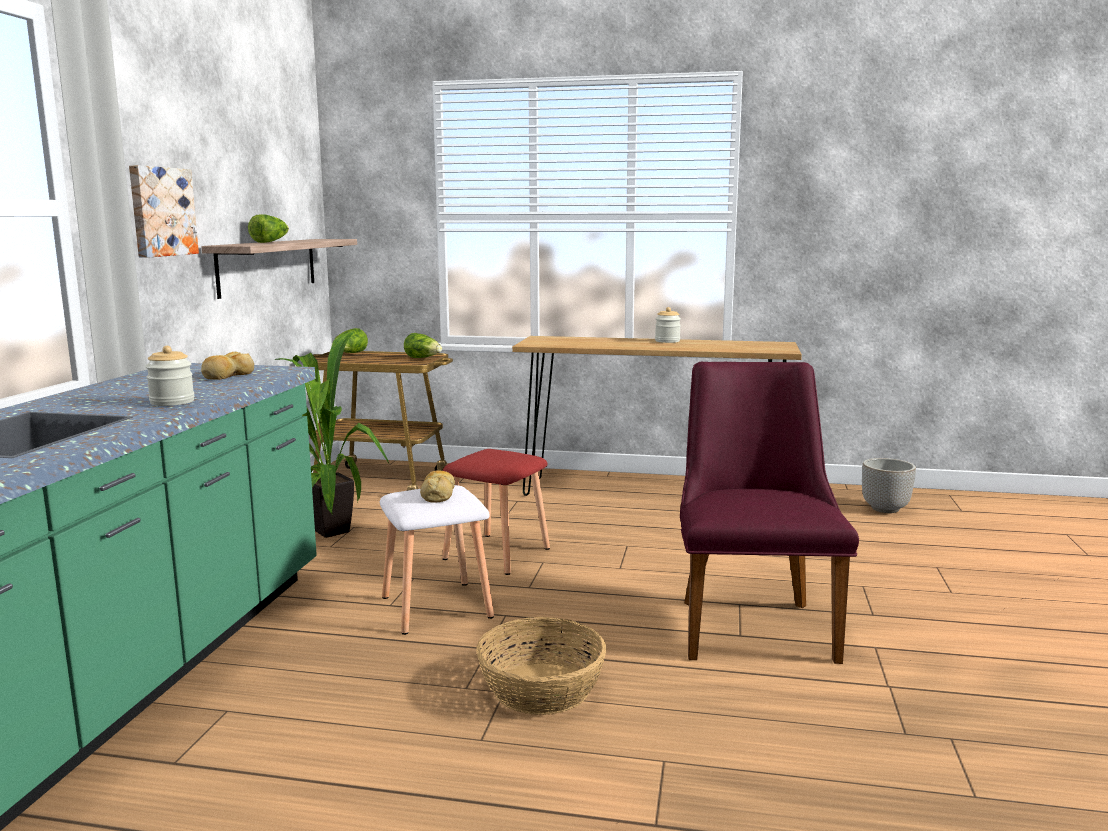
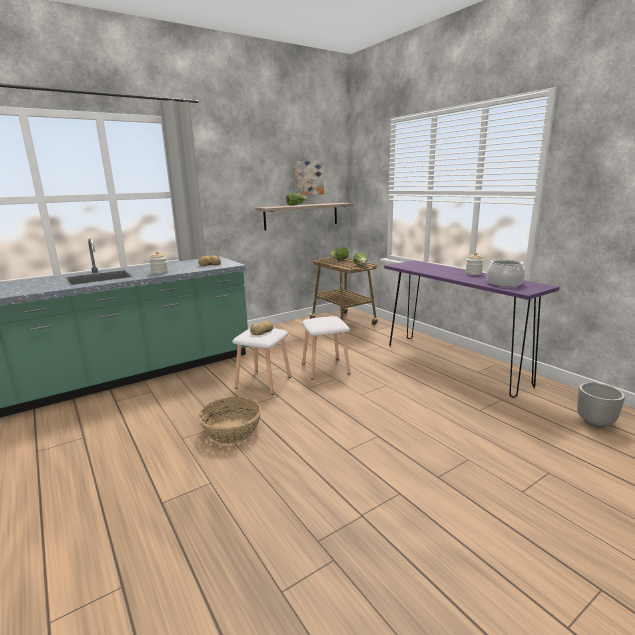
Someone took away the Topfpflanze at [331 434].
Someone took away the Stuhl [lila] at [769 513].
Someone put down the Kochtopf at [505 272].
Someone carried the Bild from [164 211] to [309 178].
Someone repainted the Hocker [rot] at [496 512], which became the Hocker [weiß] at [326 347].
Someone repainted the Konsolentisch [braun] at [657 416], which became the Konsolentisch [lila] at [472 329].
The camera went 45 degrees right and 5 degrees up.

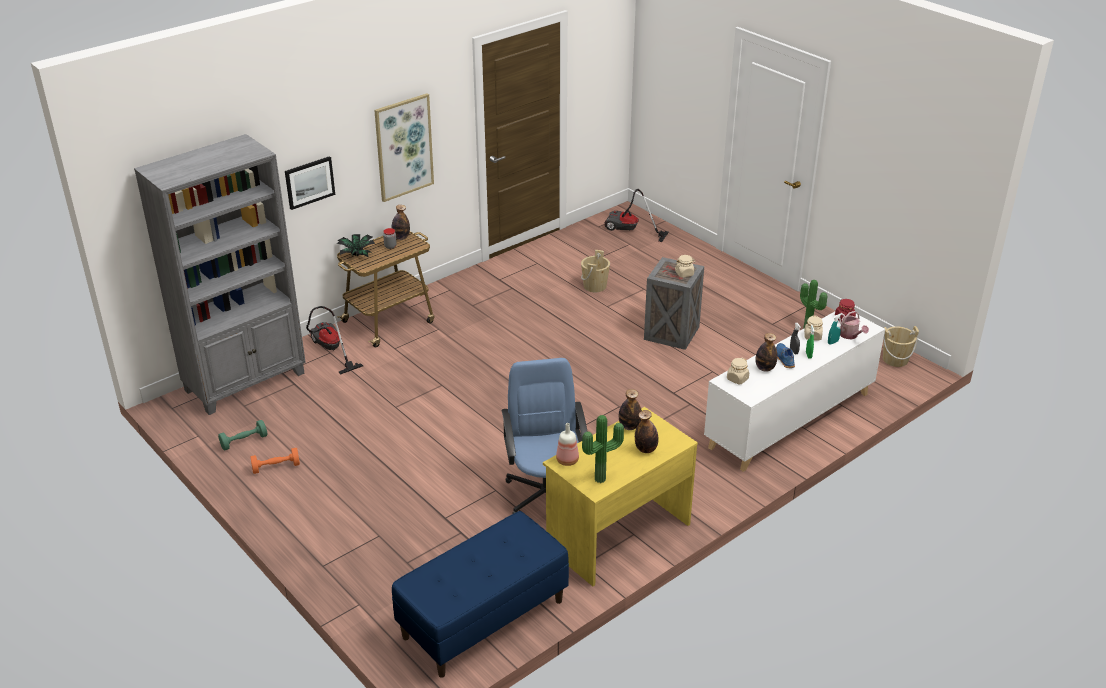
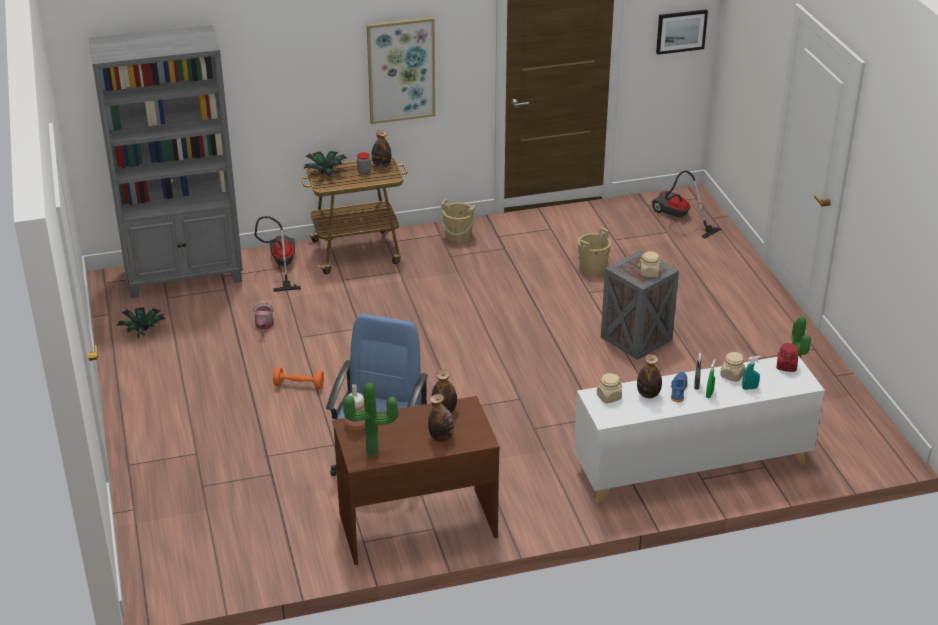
Someone took away the Bank [blau] at [480 594].
Someone carried the Hantel [orange] from [275 461] to [298 378].
Someone carried the Bild from [310 183] to [682 32].
Someone carried the Gießkanne from [854 325] to [263 315].
Someone carried the Eimer [beige] from [901 346] to [458 221].
Someone swapped the Hantel [grün] at [242 435] for the Topfpflanze at [140 323].
Someone repainted the Schreibtisch [gelb] at [620 496], which became the Schreibtisch [braun] at [416 480].
The camera went 25 degrees right and 0 degrees up.

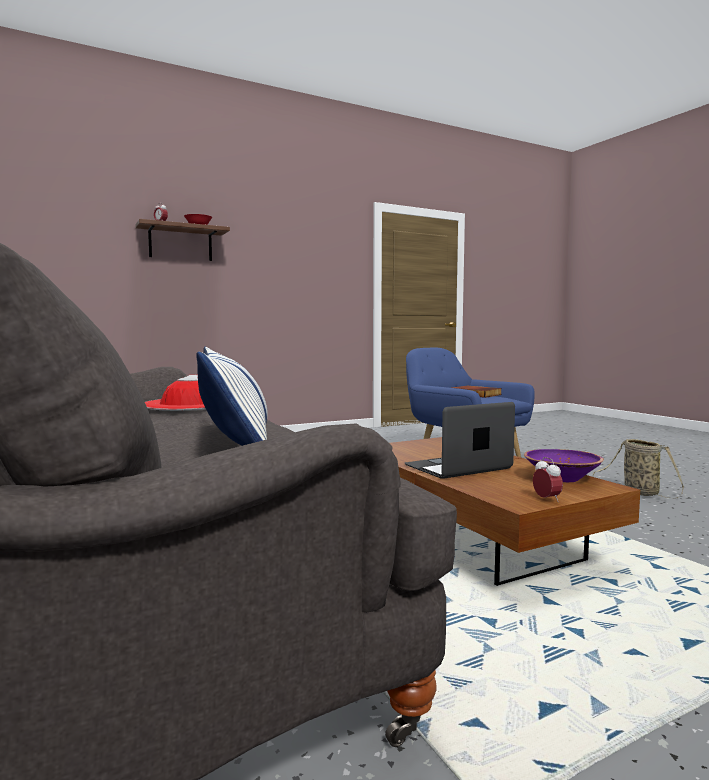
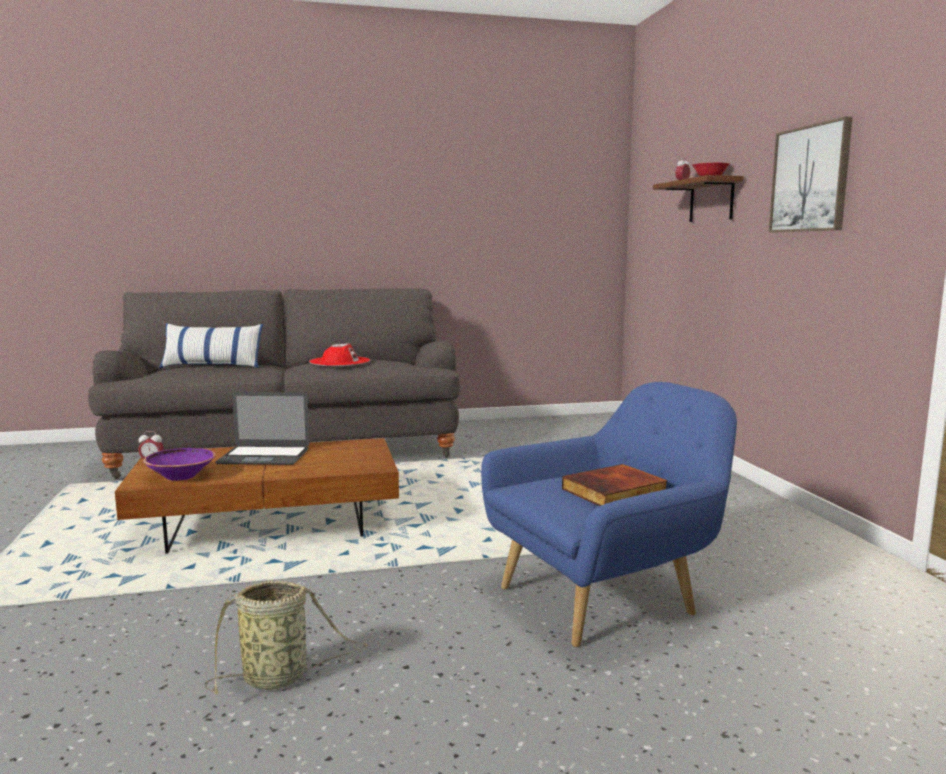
Someone put up the Bild at [811 174].
Someone rotated the Laptop at [460 440] by 105 degrees clockwise.
The camera went 105 degrees right and 5 degrees up.

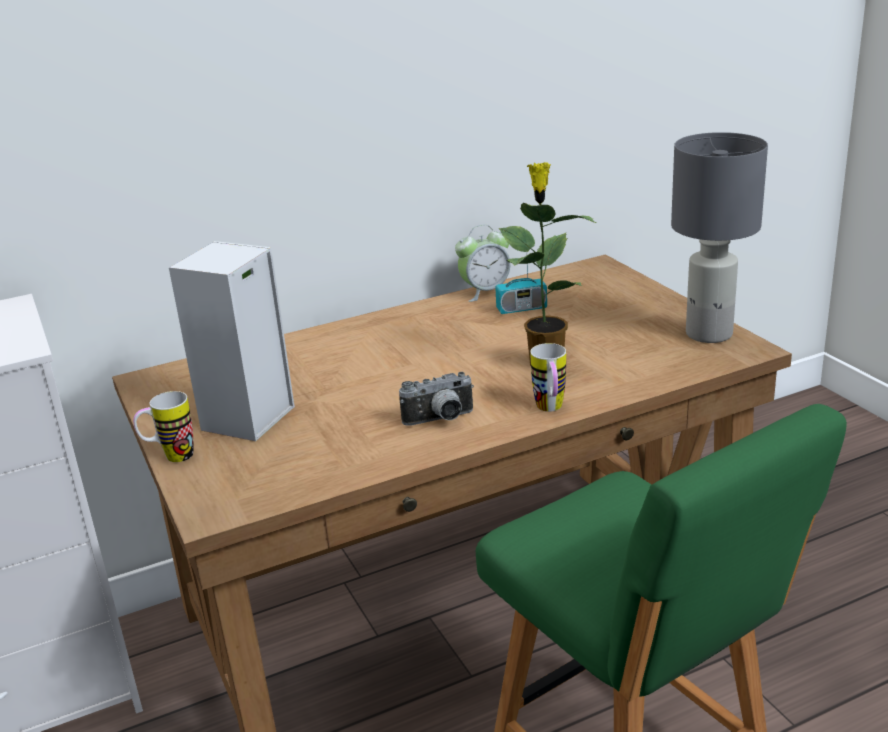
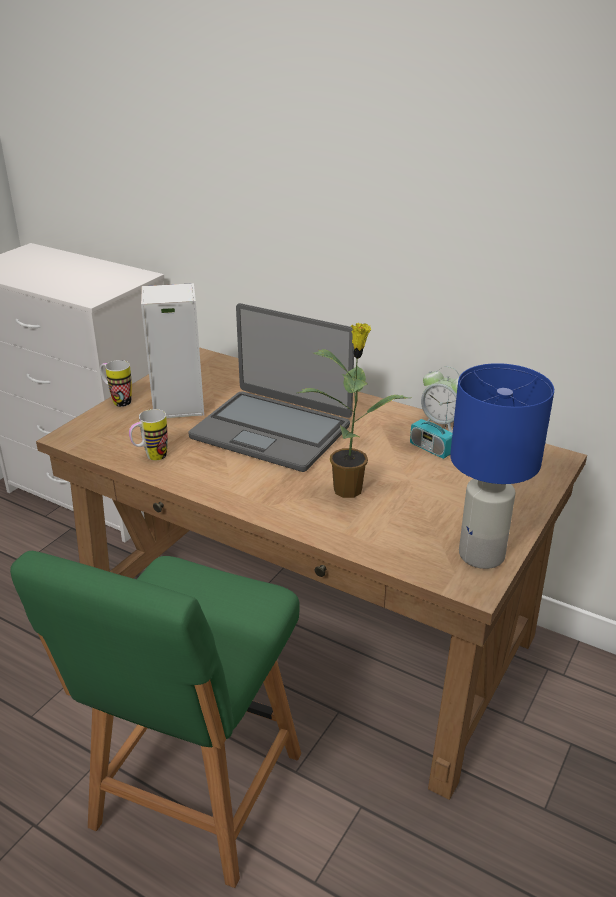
Someone took away the Kamera at [436 399].
Someone put down the Laptop at [271 387].
Someone carried the Henkelbecher from [548 377] to [148 435].
Someone repainted the Tischlampe [grau] at [719 237], which became the Tischlampe [blau] at [502 466].
The camera went 55 degrees right and 5 degrees up.

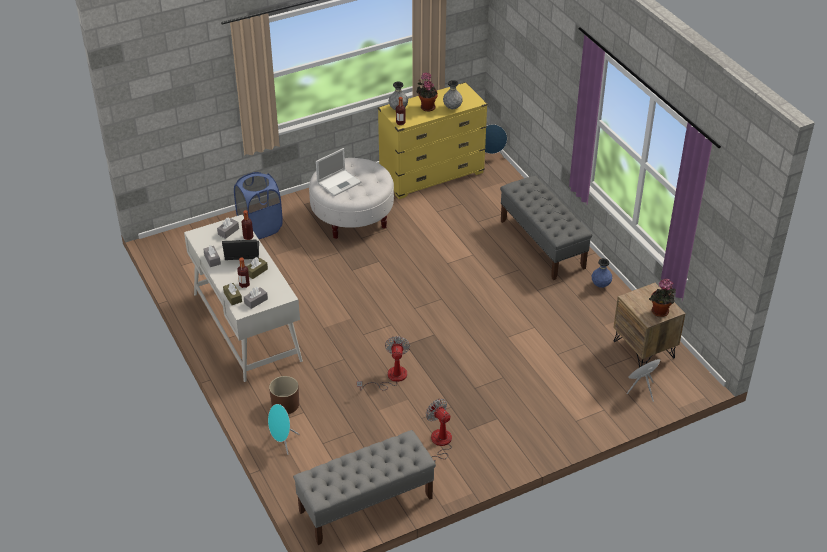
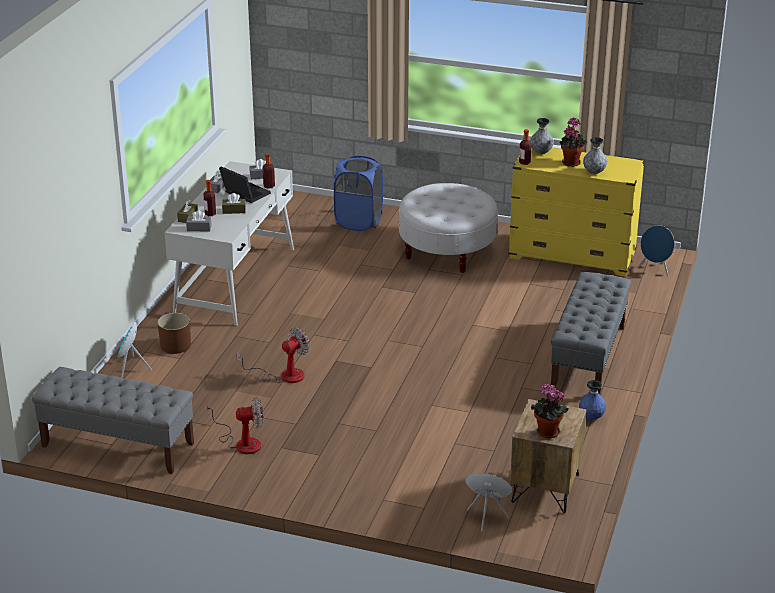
Someone took away the Laptop at [338 172].
Someone rotated the Ventilator at [439 430] by 75 degrees clockwise.
The camera went 45 degrees right and 10 degrees down.

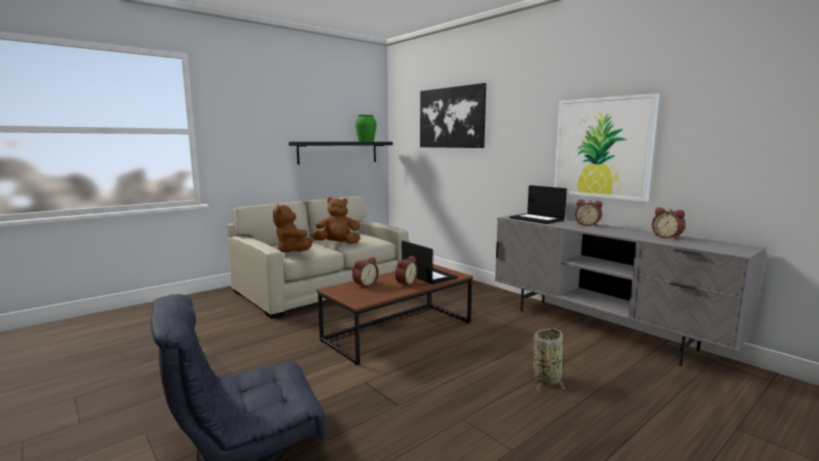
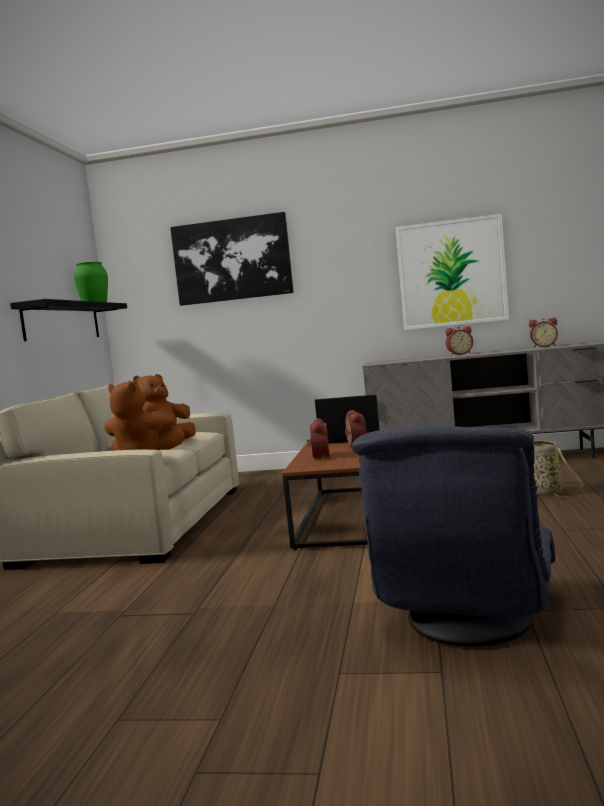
Someone took away the Laptop at [538 204].
The camera went 40 degrees left and 5 degrees down.

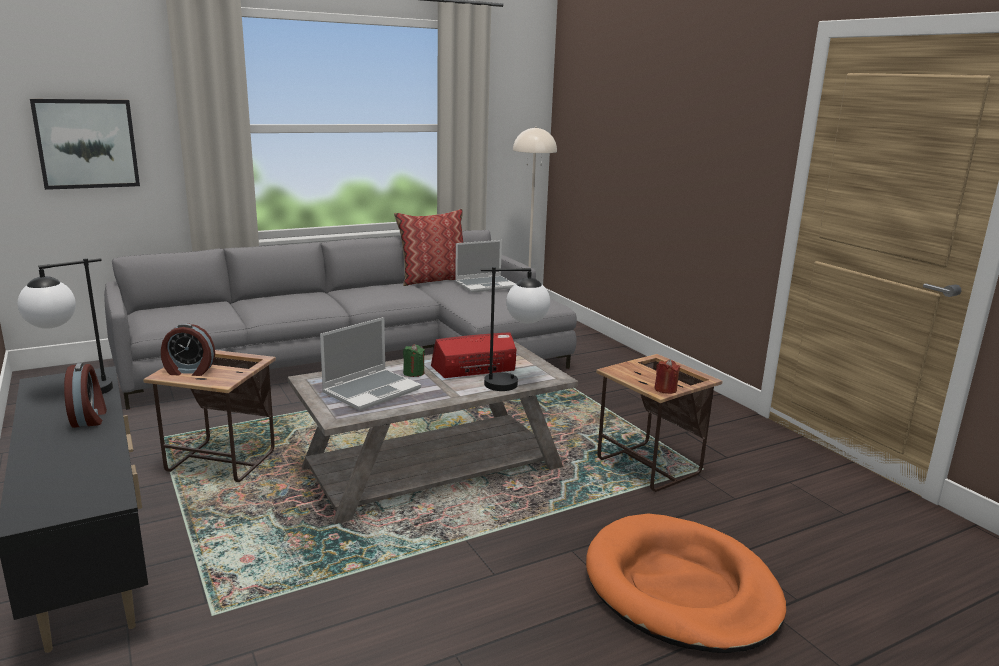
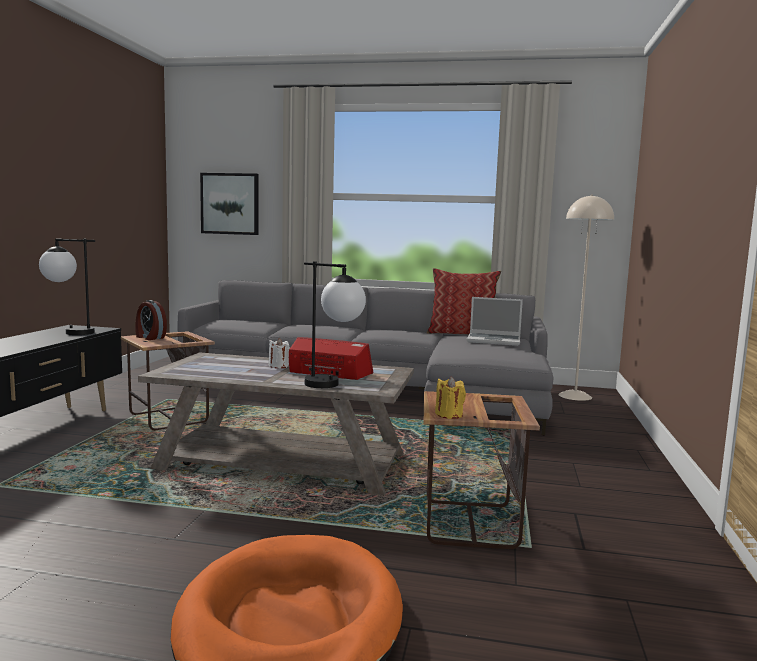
Someone took away the Wecker at [85 395].
Someone took away the Laptop at [370 364].
Someone repainted the Kerze [grün] at [414 360], which became the Kerze [weiß] at [279 353].
Someone repainted the Kerze [rot] at [667 376], which became the Kerze [gelb] at [450 398].
The camera went 40 degrees right and 10 degrees down.

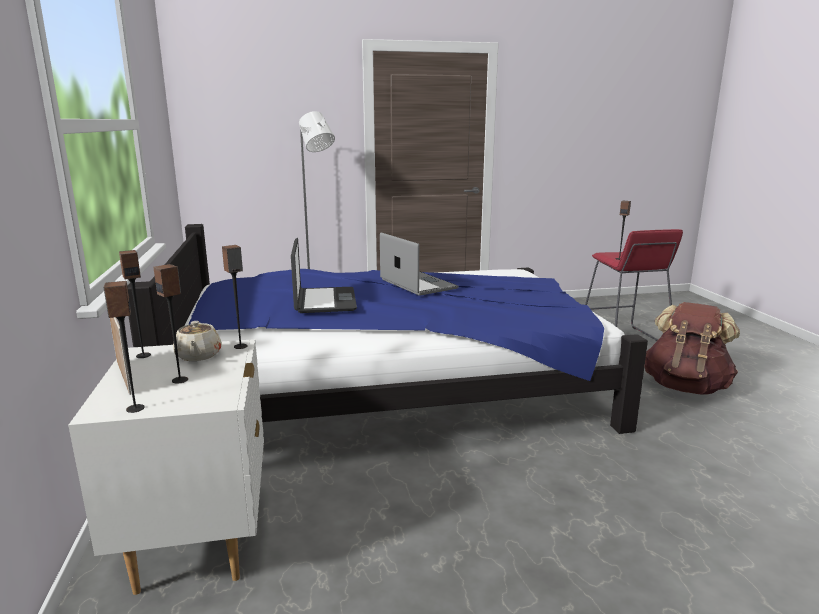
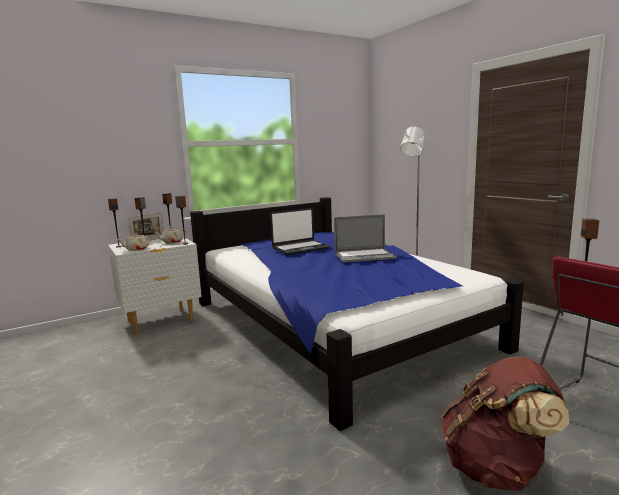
Someone put down the Teekanne [beige] at [134 242].
Someone rotated the Laptop at [419 264] by 45 degrees clockwise.
The camera went 70 degrees right and 5 degrees down.

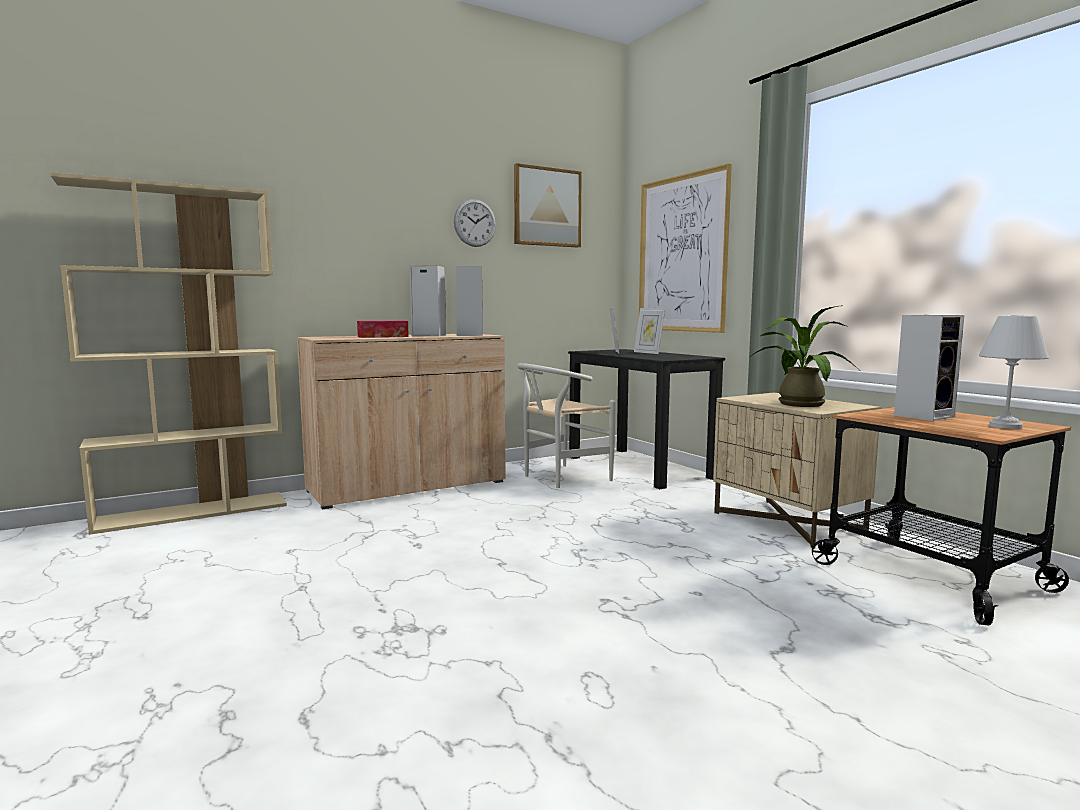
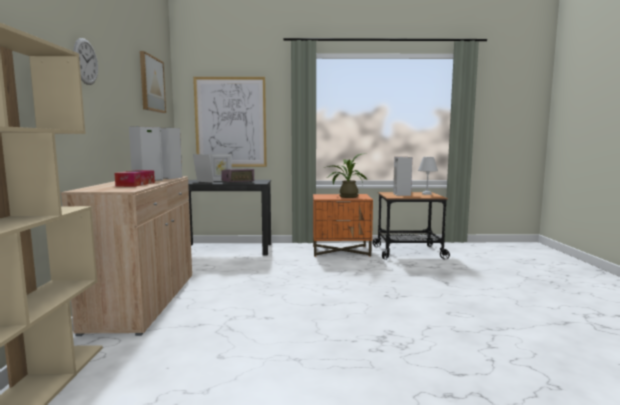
Someone took away the Stuhl [weiß] at [566 425].
Someone put down the Radio at [237 176].
Someone carried the Wanduhr from [475 223] to [85 61].
Someone repainted the Nachttisch [beige] at [797 471], which became the Nachttisch [orange] at [343 225].
The camera went 60 degrees left and 0 degrees up.

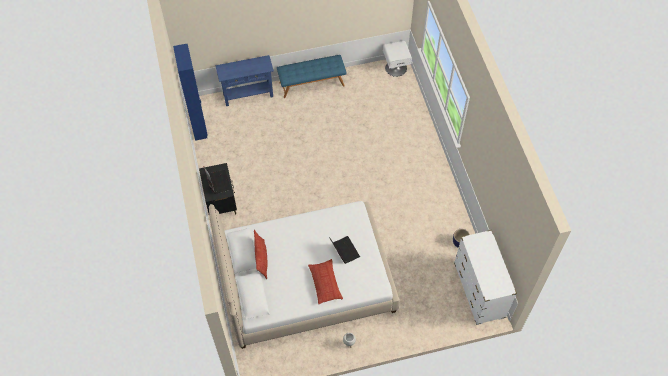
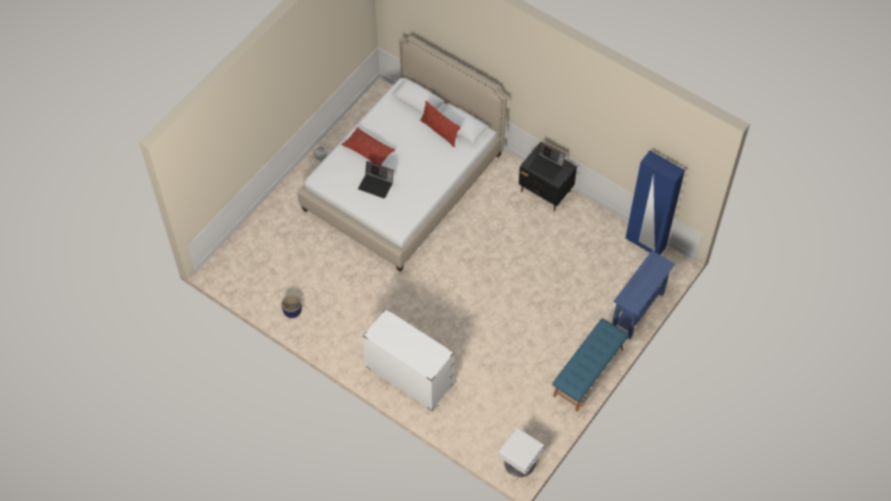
Someone carried the Kommode [weiß] from [485 277] to [408 360].
The camera went 140 degrees right and 0 degrees up.

